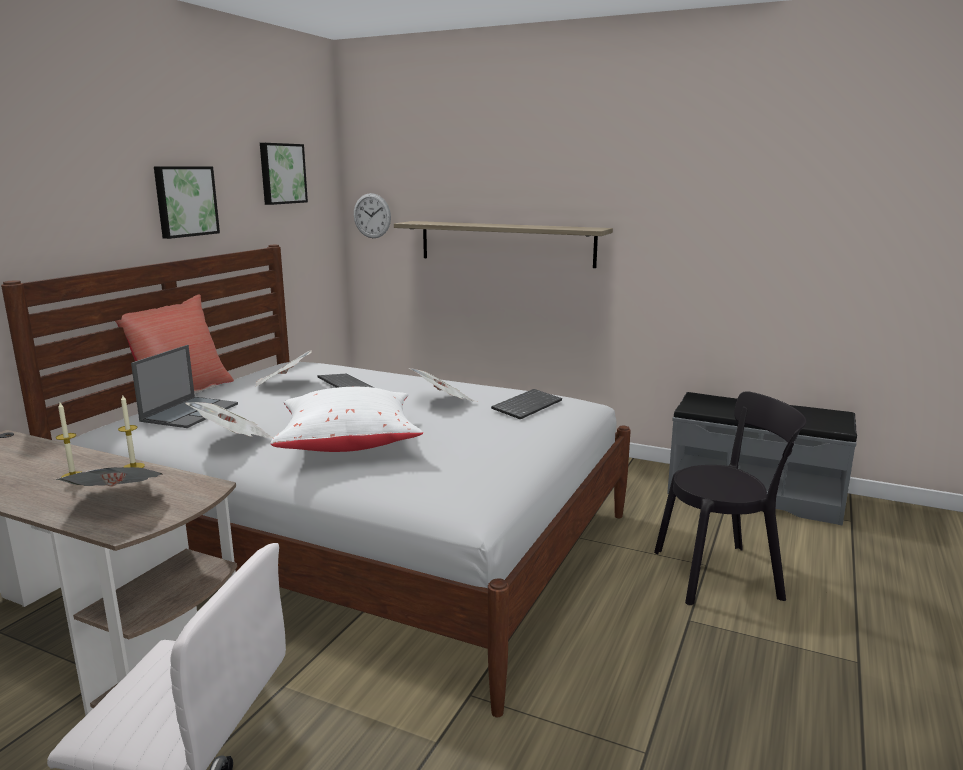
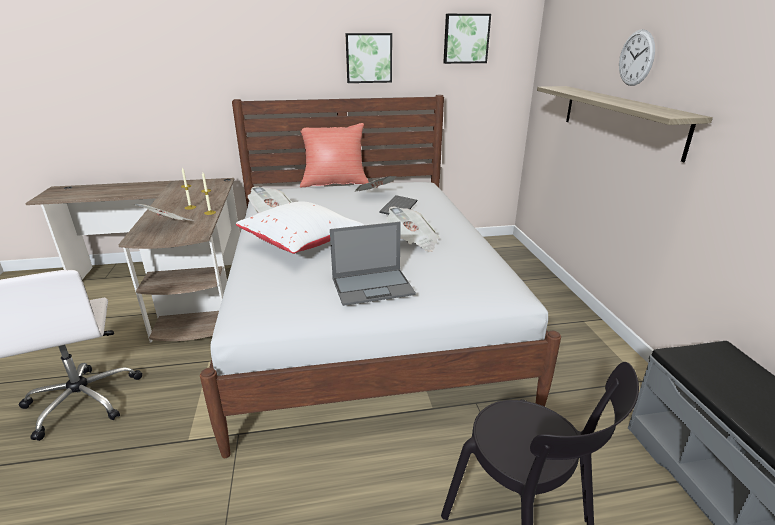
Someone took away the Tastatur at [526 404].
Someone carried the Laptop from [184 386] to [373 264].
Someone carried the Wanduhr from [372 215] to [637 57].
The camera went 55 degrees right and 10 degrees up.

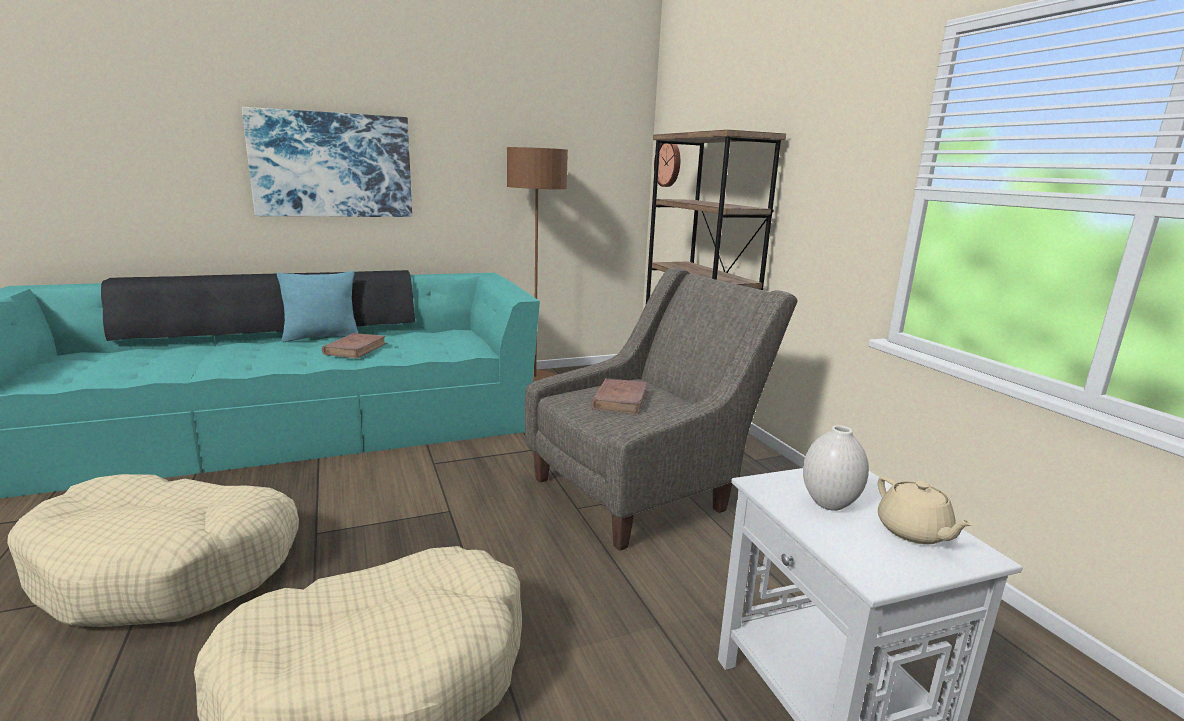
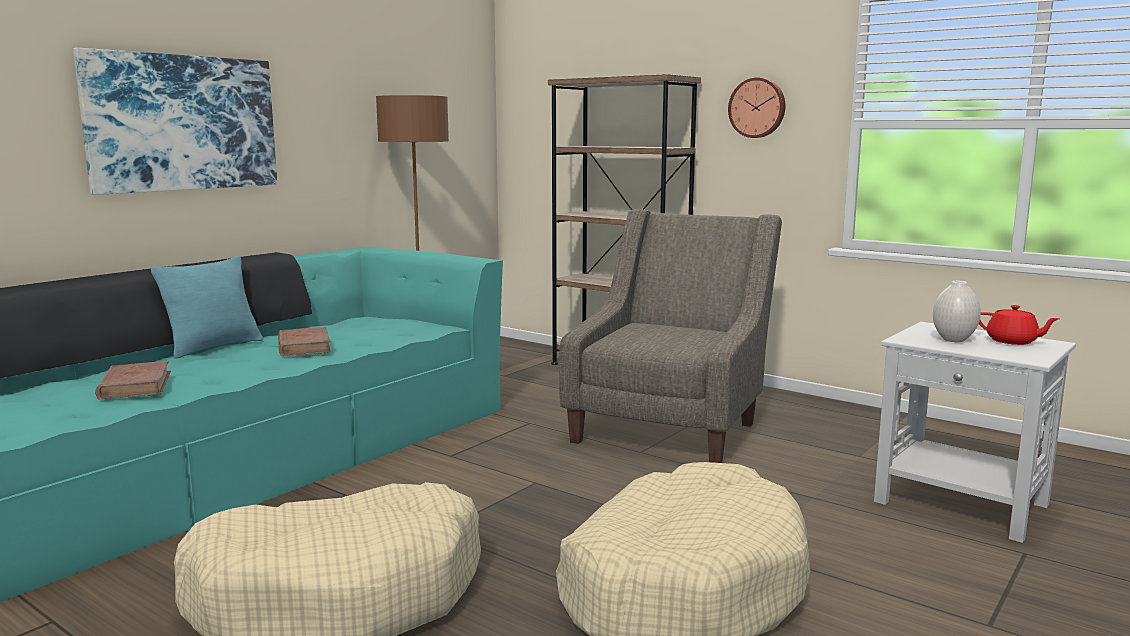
Someone carried the Buch [braun] from [619 396] to [133 380].
Someone carried the Wanduhr from [667 165] to [756 107].
Someone repainted the Teekanne [beige] at [926 510], which became the Teekanne [rot] at [1019 325].
The camera went 30 degrees left and 5 degrees down.

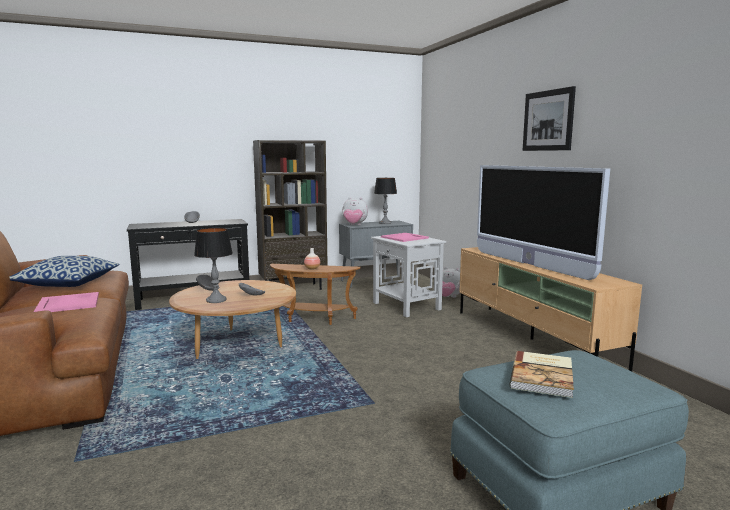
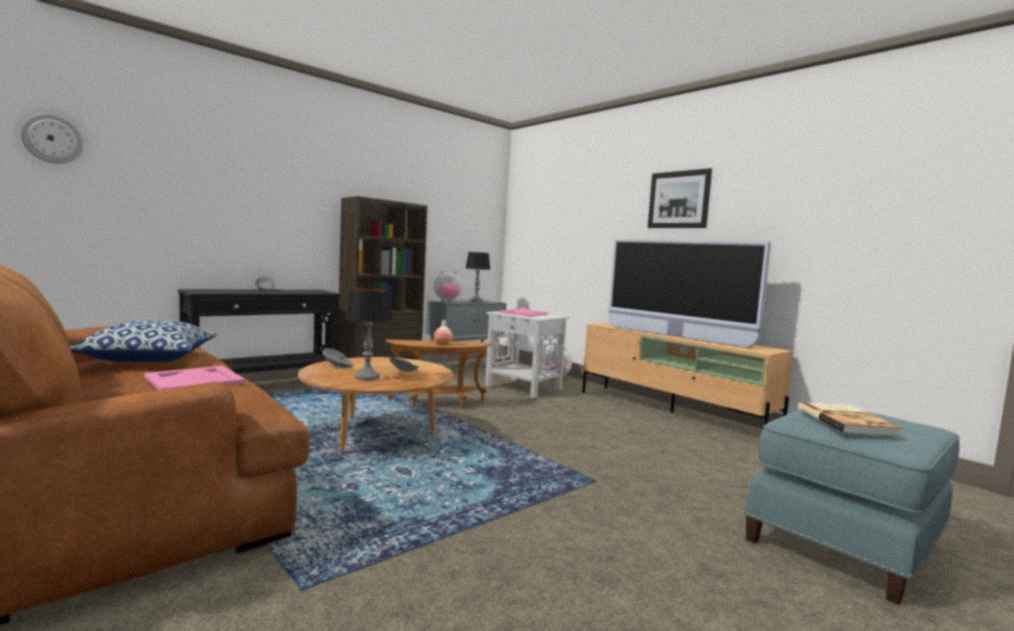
Someone put up the Wanduhr at [52 139].
The camera went 20 degrees left and 5 degrees down.

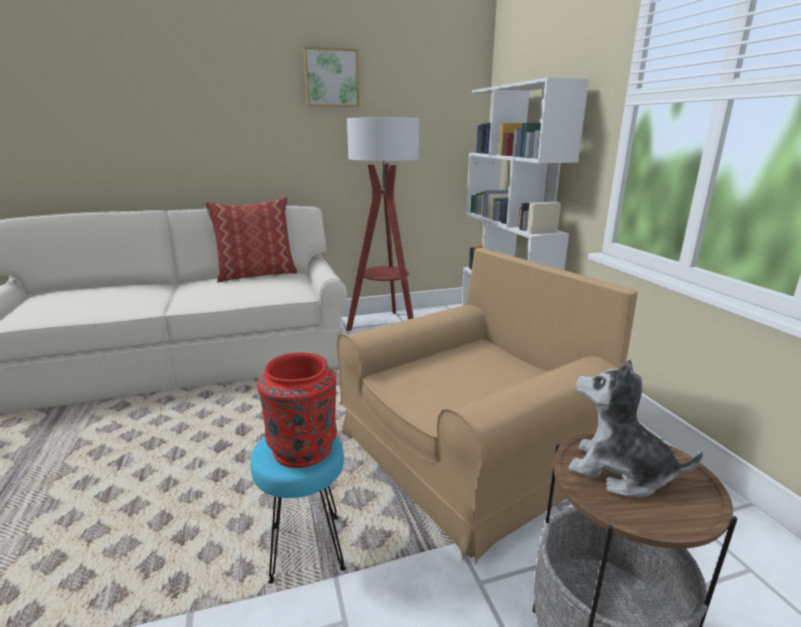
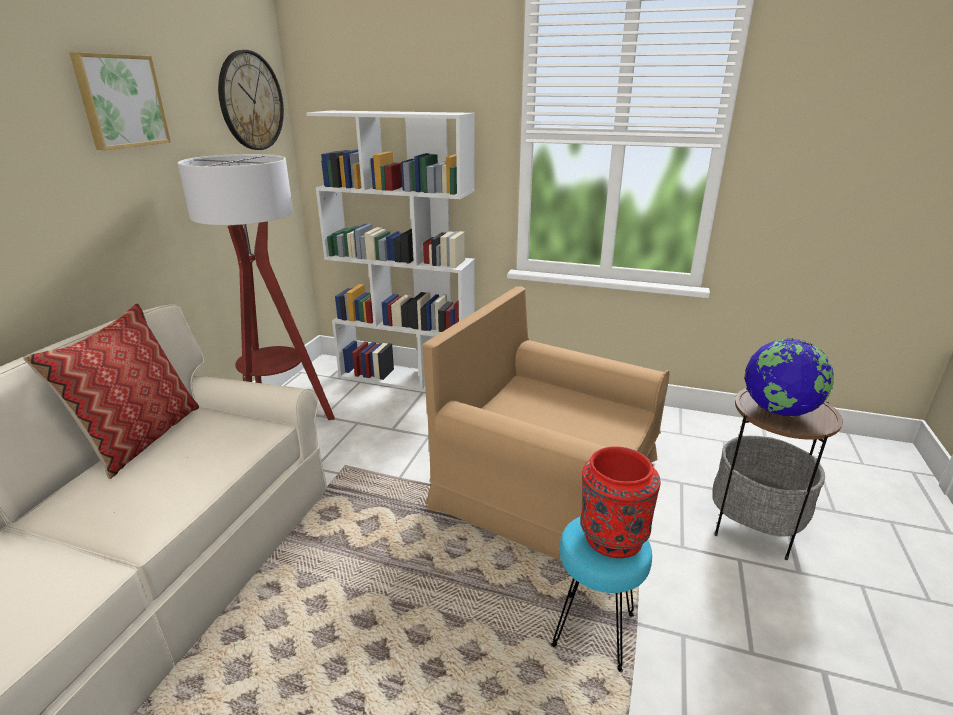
Someone put up the Wanduhr at [251 100].
Someone swapped the Plüschtier at [636 429] for the Globus at [789 377].
Someone rotated the Sessel [braun] at [487 406] by 60 degrees counterclockwise.
The camera went 55 degrees left and 5 degrees up.

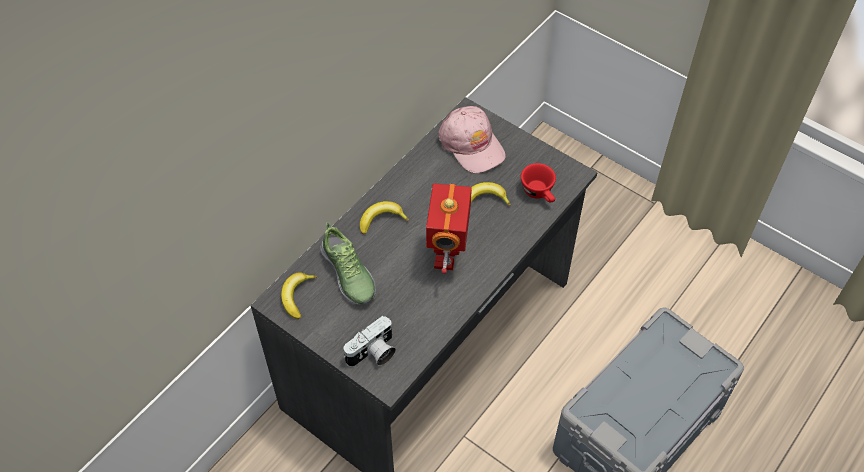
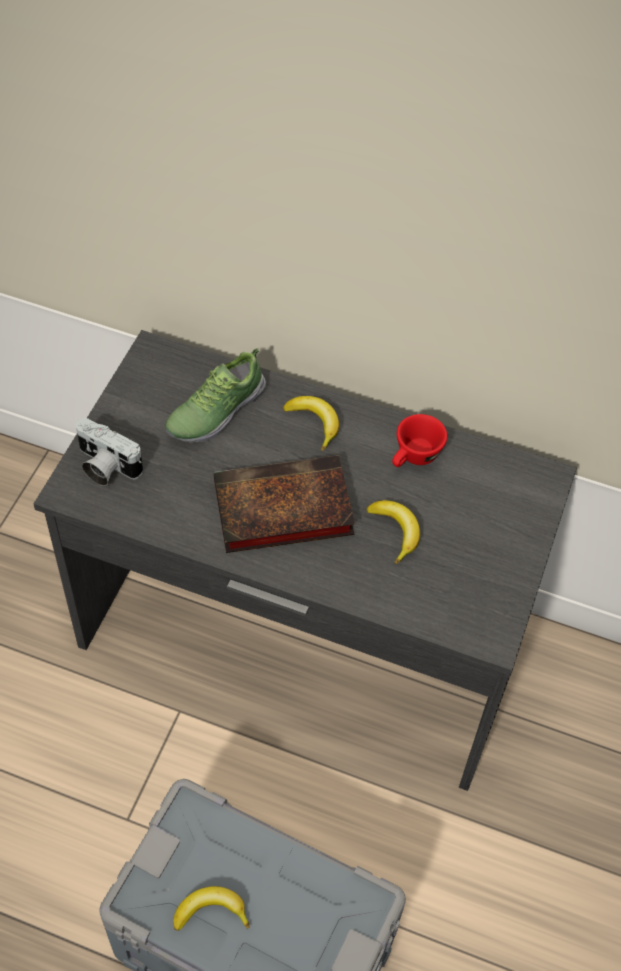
Someone took away the Kappe [rosa] at [472 139].
Someone carried the Banane from [299 295] to [211 908].
Someone carried the Tasse [rot] from [538 183] to [419 440].
Someone swapped the Spielzeugroboter at [449 228] for the Buch at [284 504].
The camera went 70 degrees right and 0 degrees up.

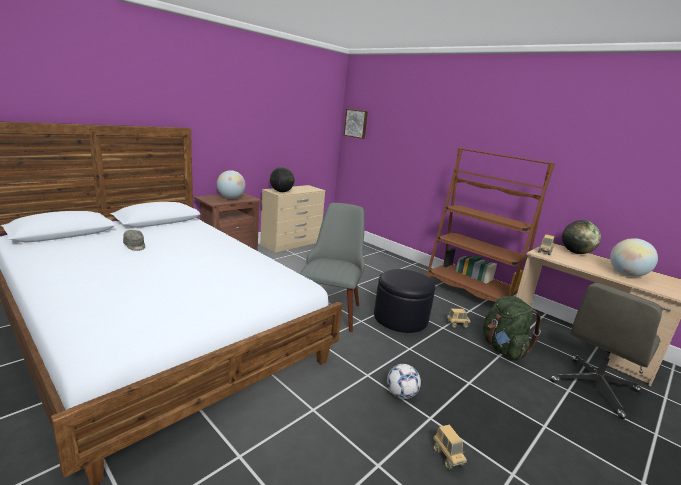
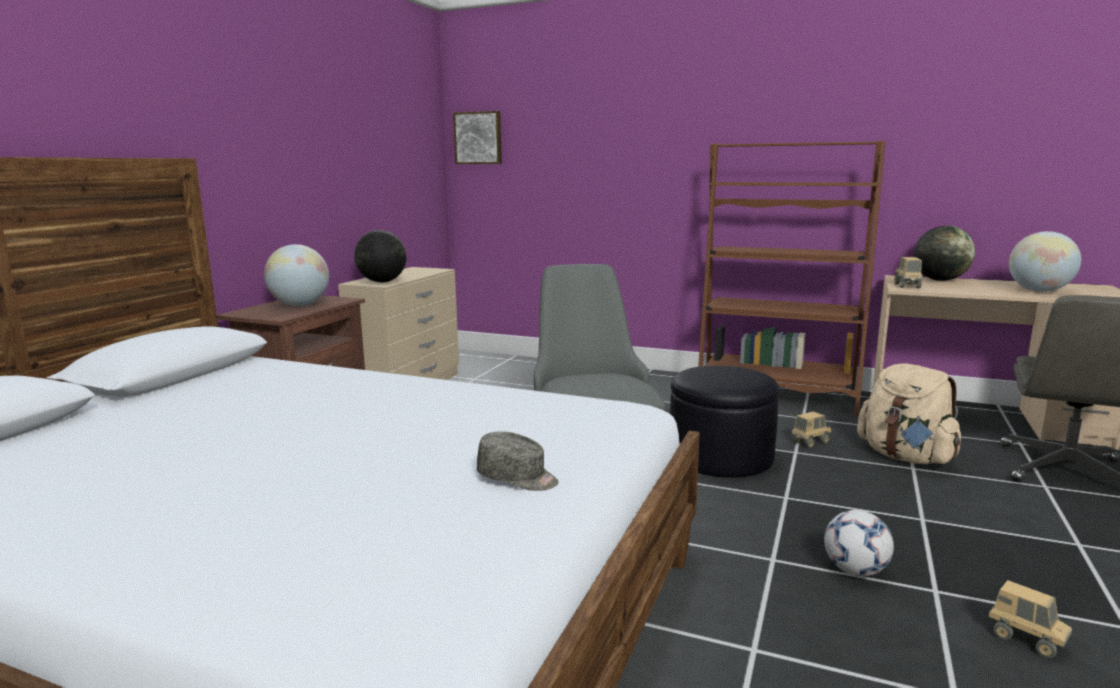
Someone carried the Kappe [grau] from [134 240] to [517 461].
Someone repainted the Rucksack [grün] at [512 327], which became the Rucksack [beige] at [909 413].
The camera went 20 degrees left and 5 degrees down.

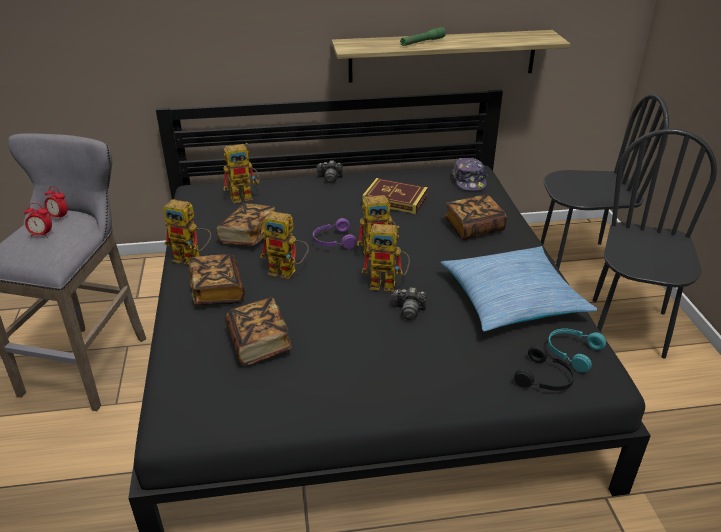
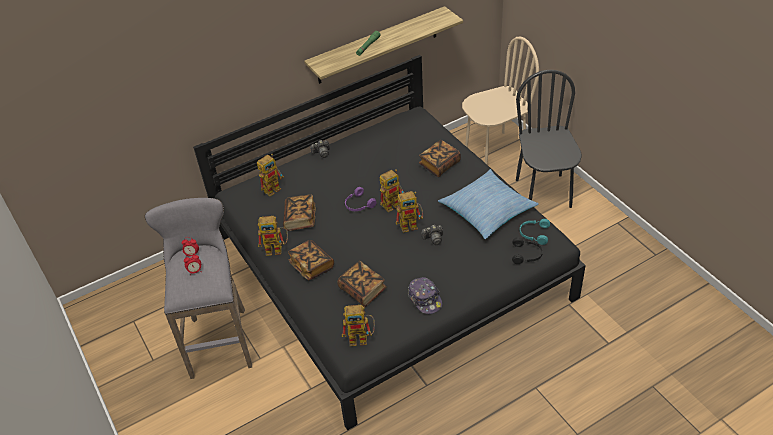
Someone took away the Buch at [395 196].
Someone carried the Spielzeugroboter from [284 245] to [358 325].
Someone carried the Kappe from [470 174] to [425 295].
Someone repainted the Stuhl [schwarz] at [605 186], which became the Stuhl [beige] at [500 100].
The camera went 20 degrees left and 10 degrees up.

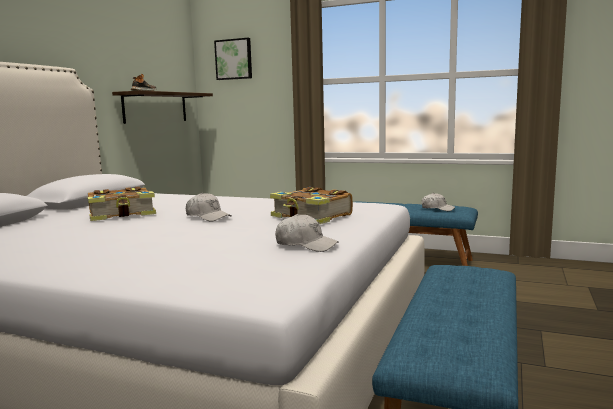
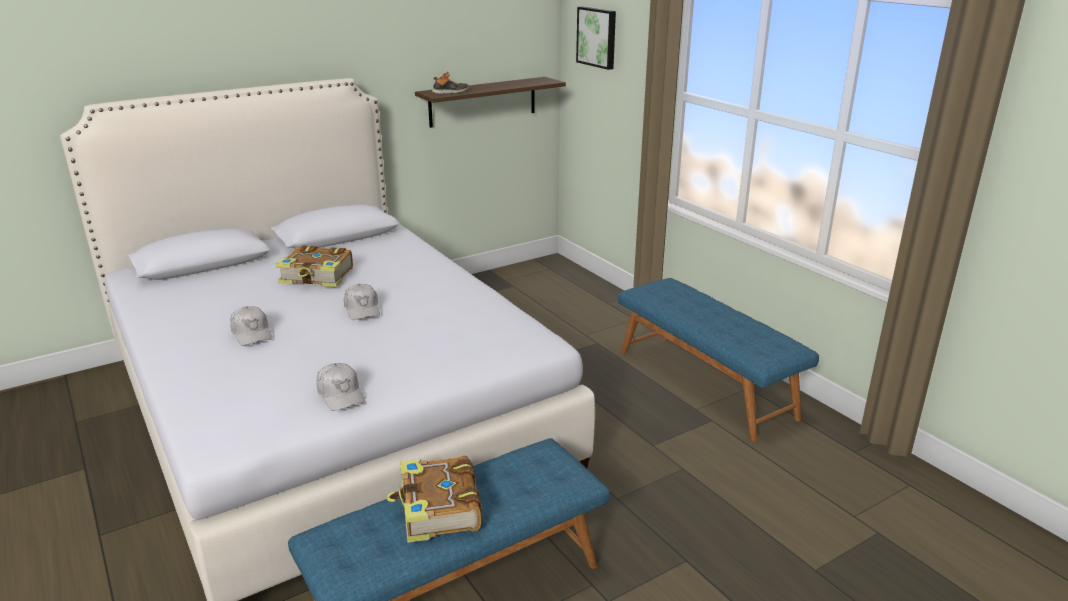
Someone carried the Buch from [311 205] to [434 499].
Someone carried the Kappe [weiß] from [438 202] to [251 326].
The camera went 35 degrees right and 15 degrees up.

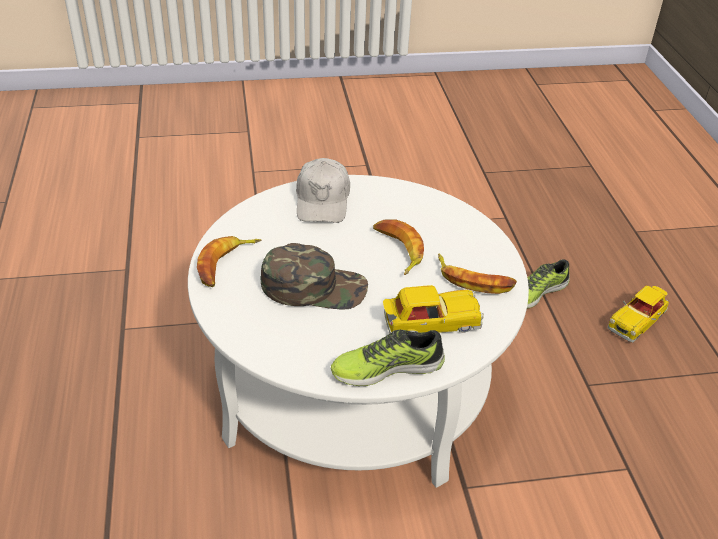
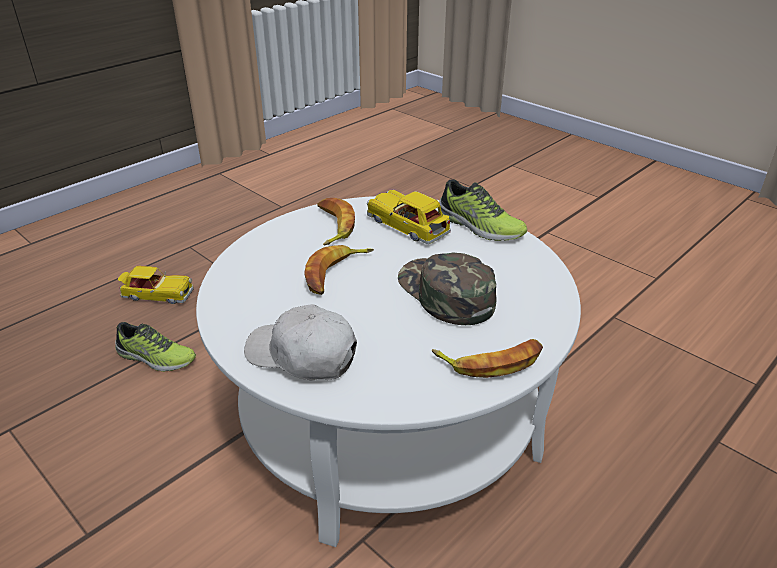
Someone rotated the Kappe [weiß] at [323 190] by 120 degrees counterclockwise.
The camera went 125 degrees left and 5 degrees down.

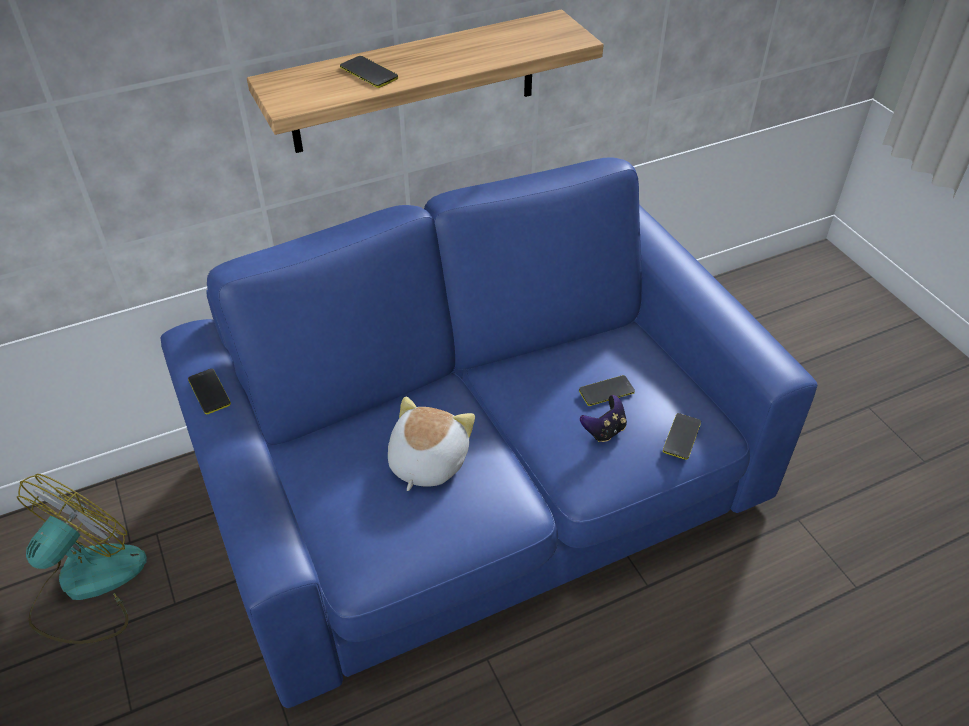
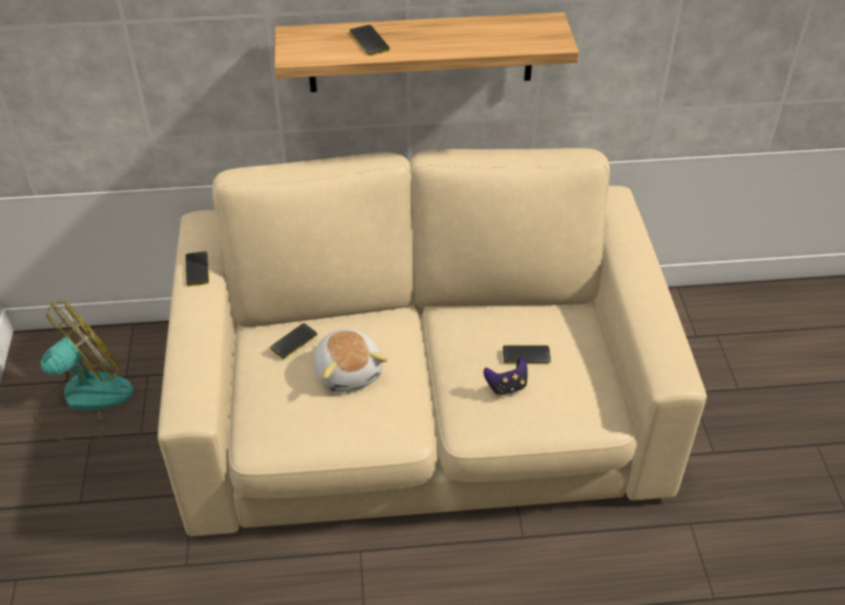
Someone carried the Handy from [682 436] to [293 341].
Someone repainted the Sofa [blau] at [489 432], which became the Sofa [beige] at [432 342].
Someone rotated the Plüschtier at [431 444] by 120 degrees clockwise.
The camera went 20 degrees right and 0 degrees up.

